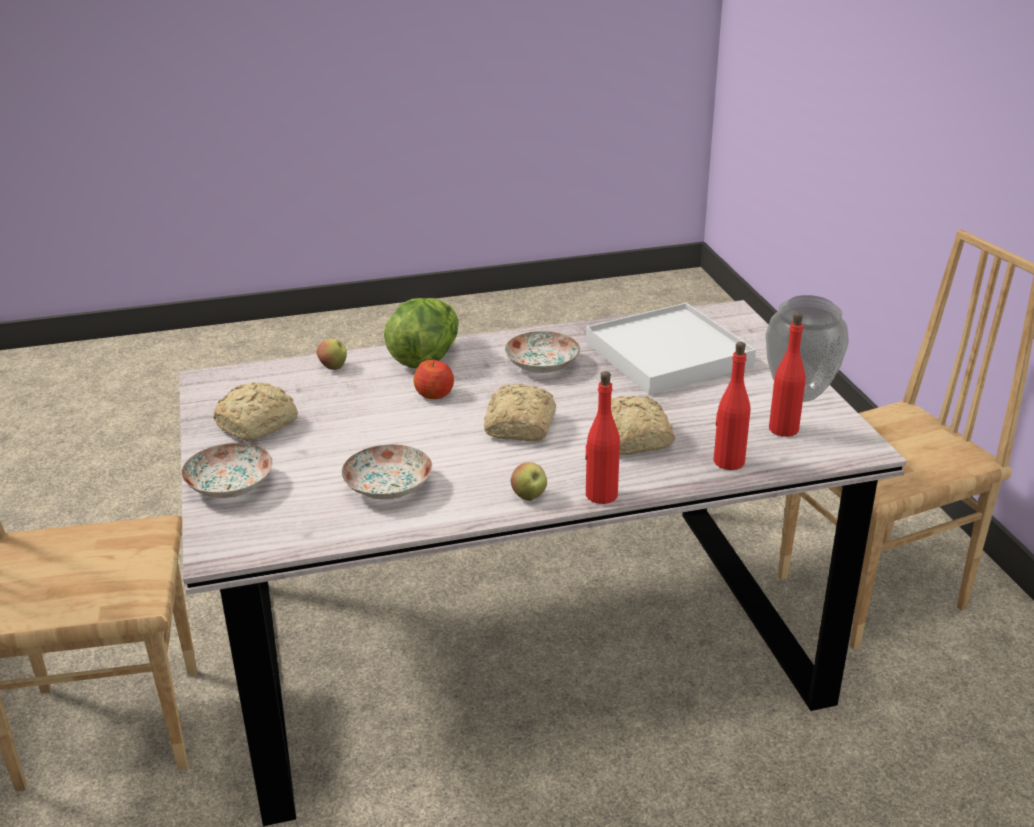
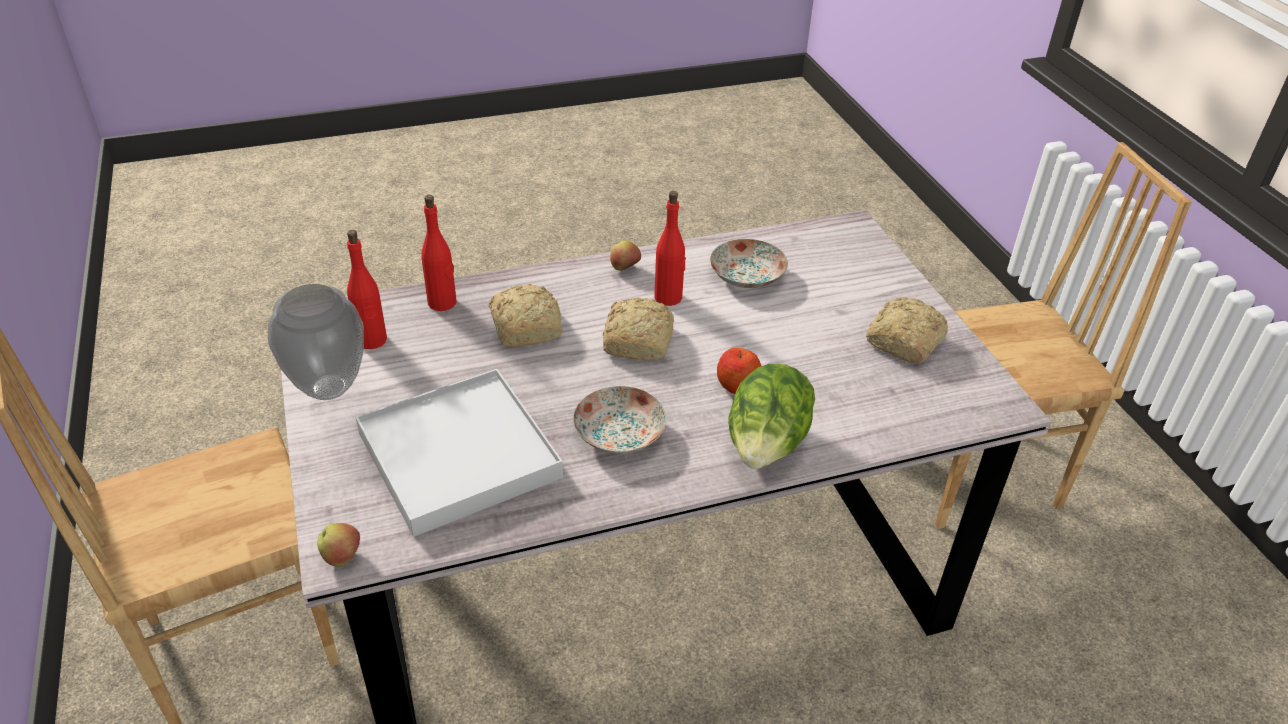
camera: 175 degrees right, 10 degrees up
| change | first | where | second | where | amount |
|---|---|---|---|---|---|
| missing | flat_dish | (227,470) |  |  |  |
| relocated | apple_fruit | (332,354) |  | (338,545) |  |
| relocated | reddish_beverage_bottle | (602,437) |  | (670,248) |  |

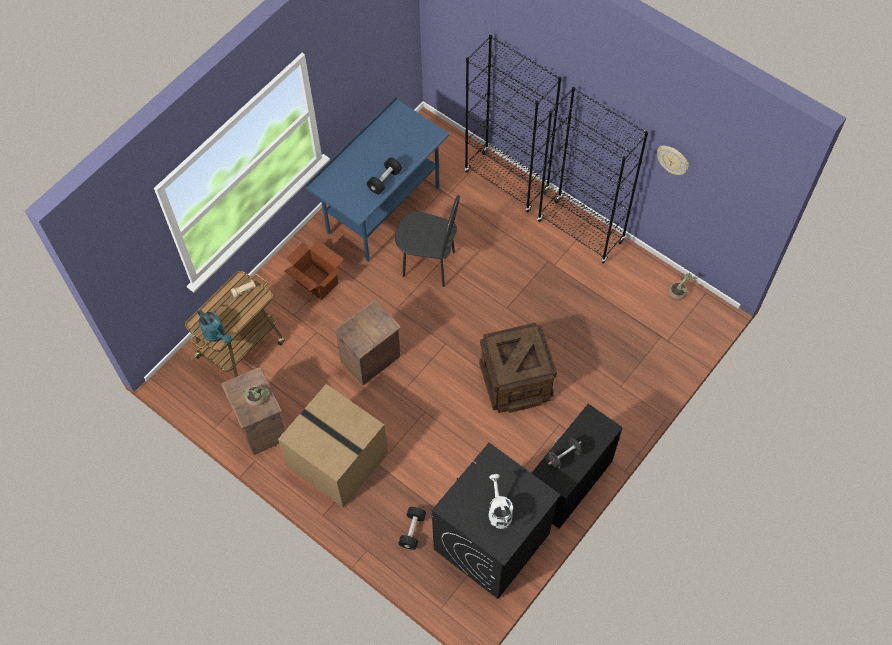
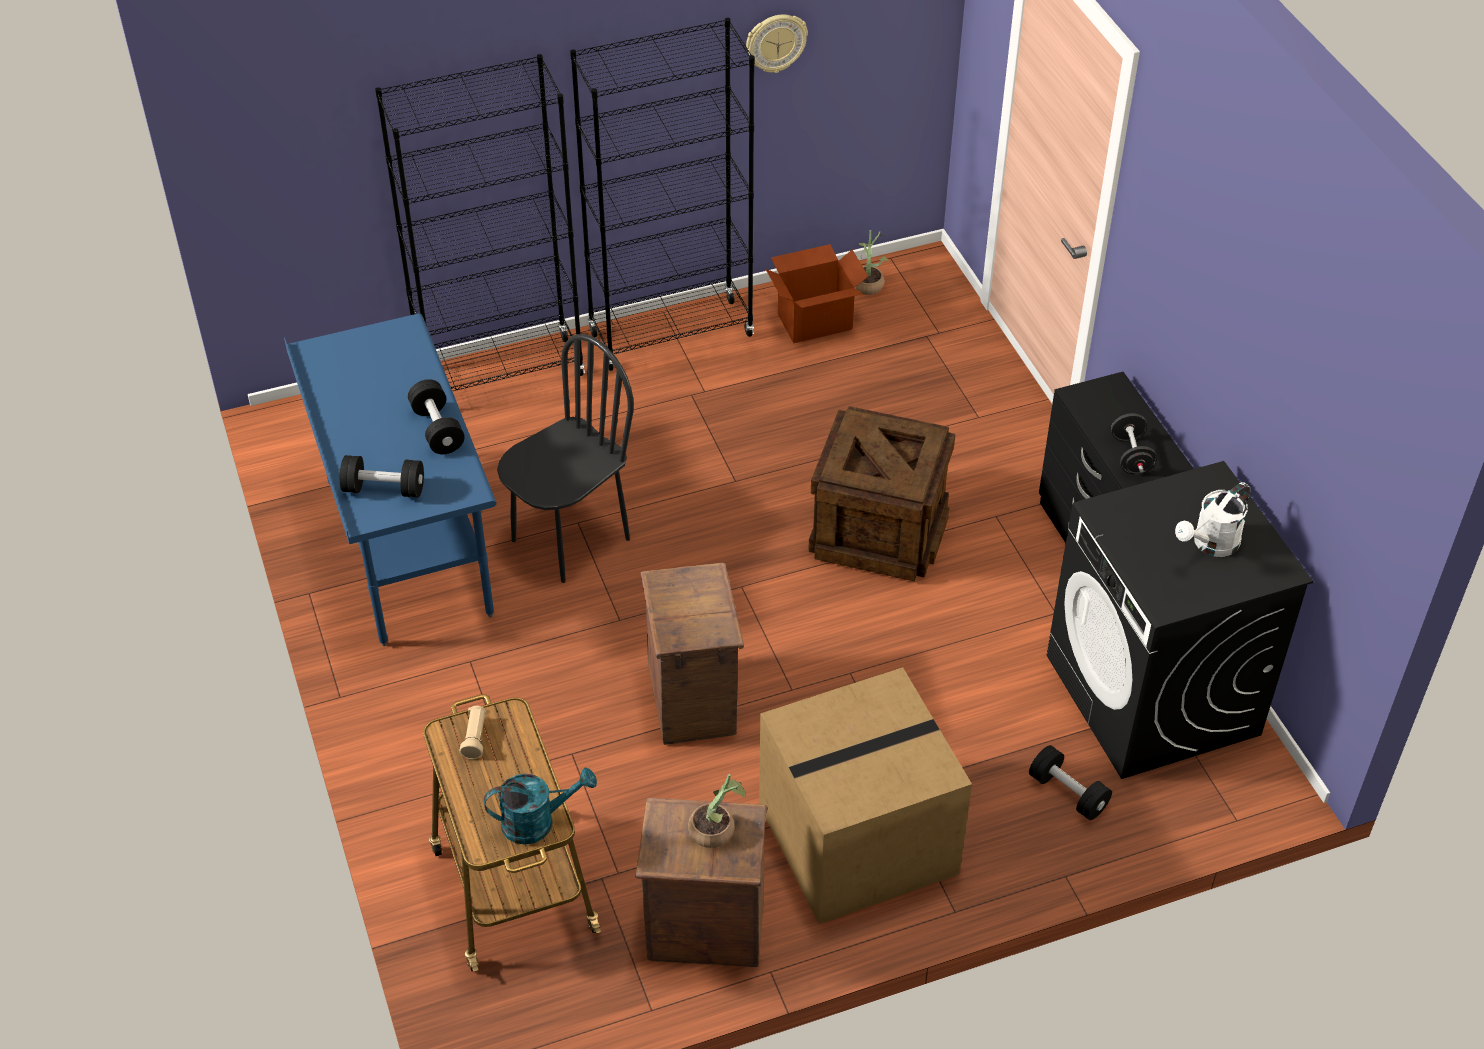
camera: 60 degrees left, 15 degrees down
| change | first | where | second | where | amount |
|---|---|---|---|---|---|
| relocated | carton | (314,270) |  | (817,293) |  |
| spun | white_watering_pot | (500,501) |  | (1213,519) | 60 degrees counterclockwise |
| appeared |  |  | black-coloured_dumbbell | (382,476) |  |

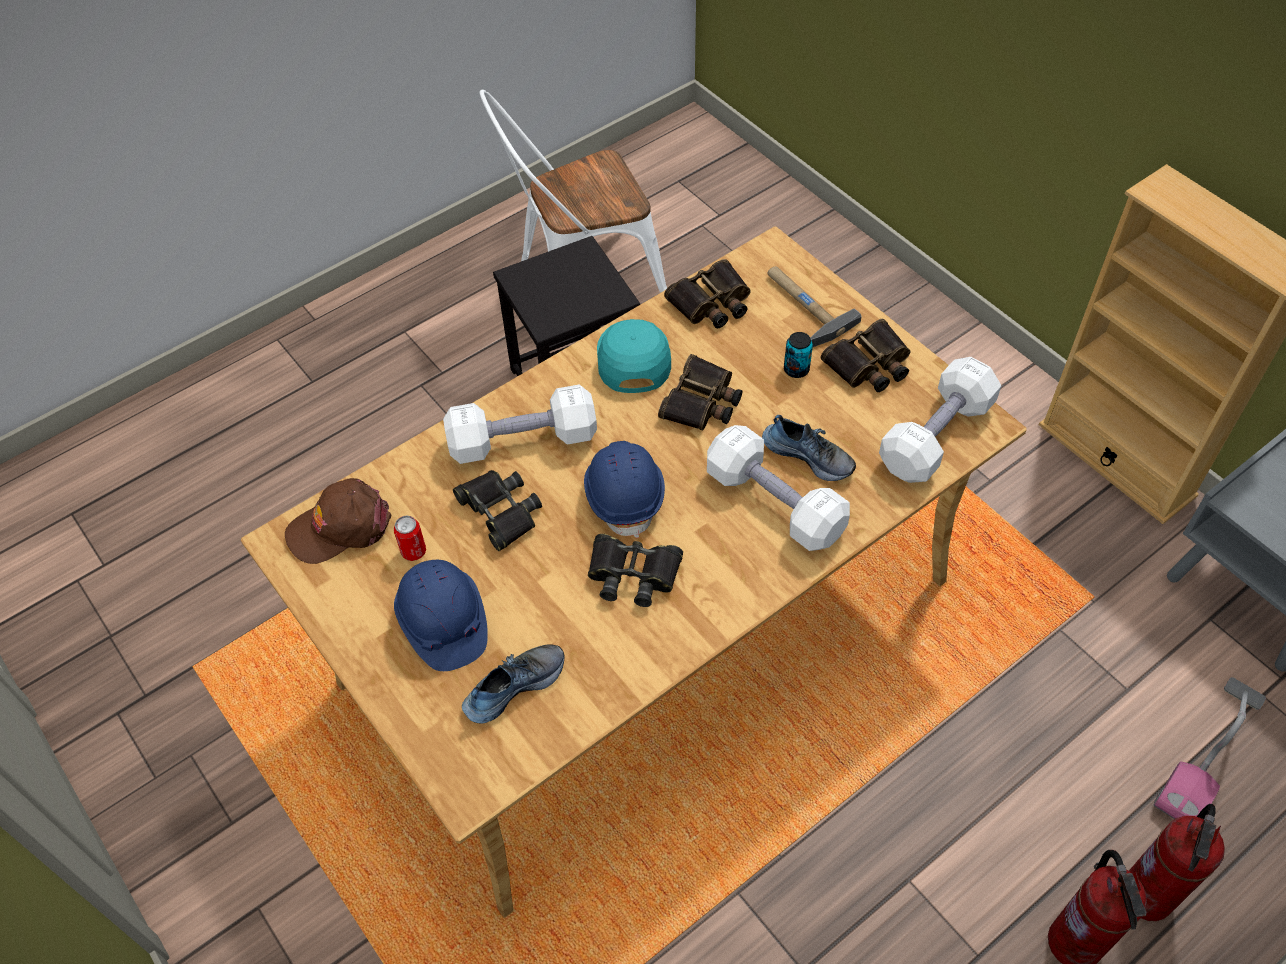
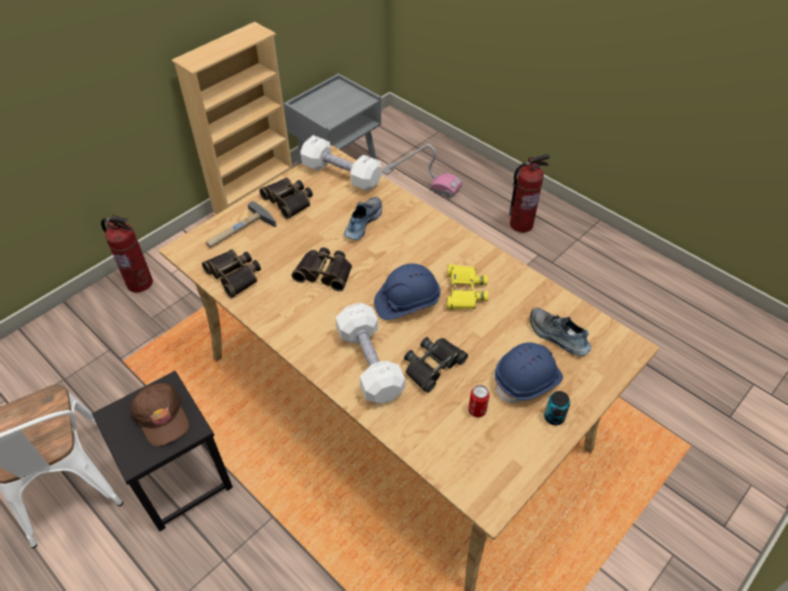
camera: 100 degrees left, 5 degrees down
| change | first | where | second | where | amount |
|---|---|---|---|---|---|
| relocated | brown-coloured_cap | (338,521) |  | (159,414) |  |
| colour | black-coloured_binoculars | (635,570) | yellow_binoculars | (467,287) |  |
| missing | turquoise-coloured_cap | (634,356) |  |  |  |
| missing | white_dumbbell | (778,488) |  |  |  |
| relocated | metal_can | (798,355) |  | (557,408) |  |
| relocated | fire-fighting_cylinder | (1177,862) |  | (127,253) |  |

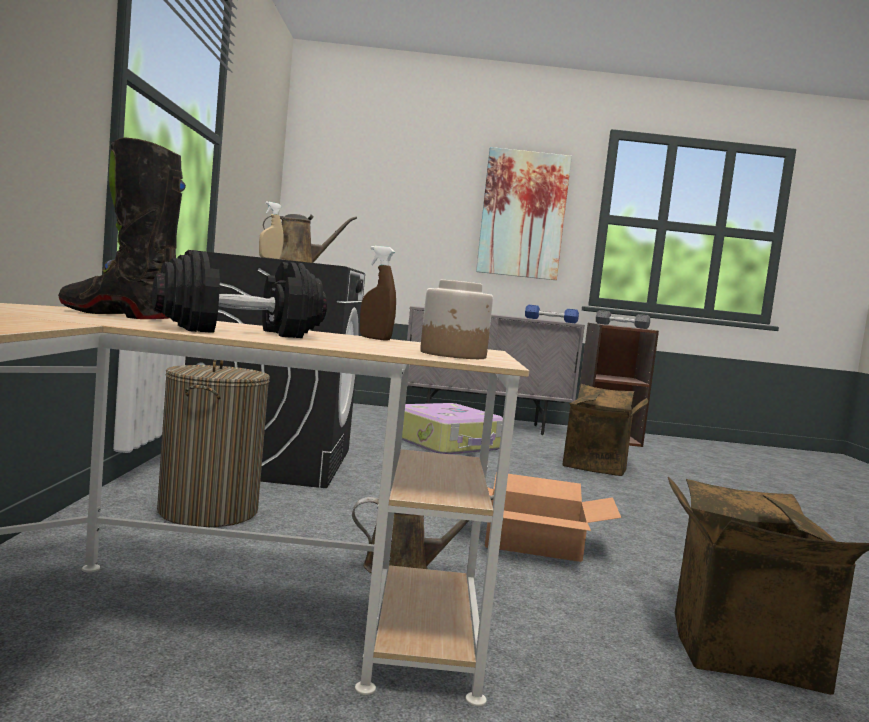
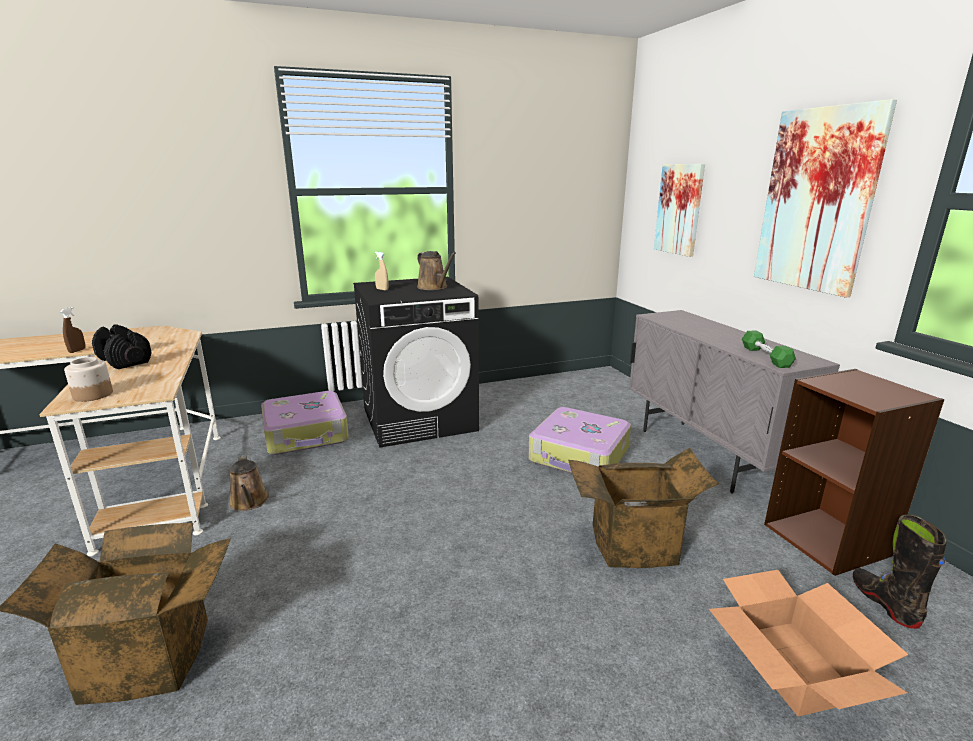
camera: 70 degrees right, 15 degrees up
| change | first | where | second | where | amount |
|---|---|---|---|---|---|
| relocated | black-coloured_boot | (122,228) |  | (900,571) |  |
| exchanged | laundry_basket | (213,443) | suitcase | (305,423) |  |
| relocated | brown-coloured_spray_bottle | (378,293) |  | (72,330) |  |
| relocated | carton | (553,517) |  | (809,643) |  |
| colour | blue-coloured_dumbbell | (552,314) | greenish_dumbbell | (769,349) |  |
| missing | gray_dumbbell | (623,319) |  |  |  |
| appeared |  |  | wall_art | (679,210) |  |

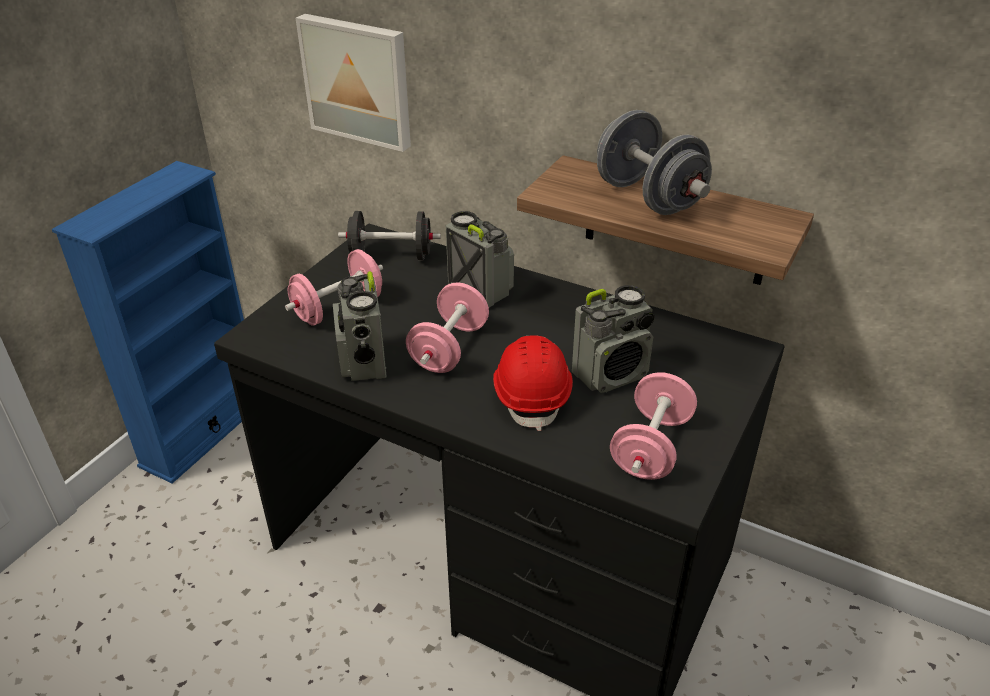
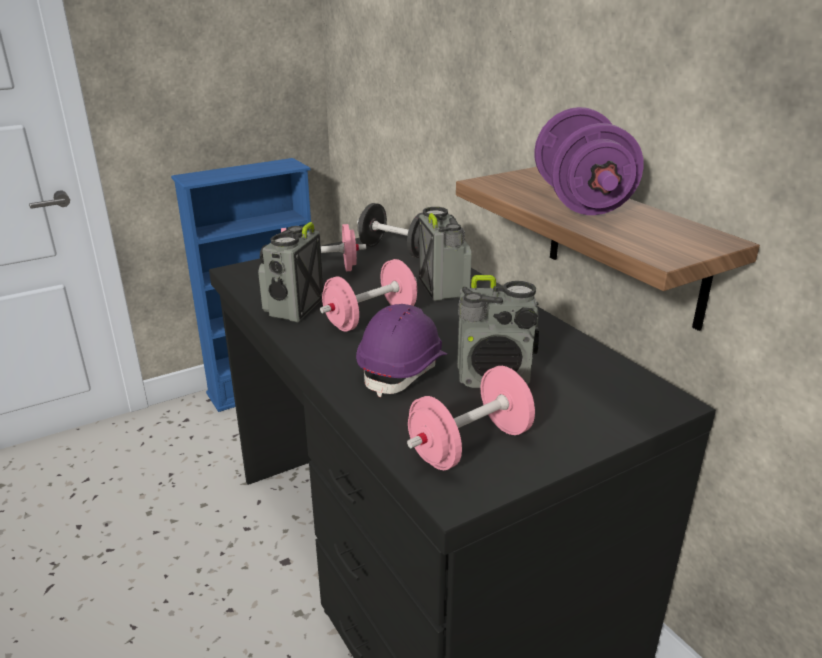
camera: 30 degrees right, 10 degrees down
| change | first | where | second | where | amount |
|---|---|---|---|---|---|
| missing | wall_art | (353,83) |  |  |  |
| colour | reddish_hard_hat | (533,383) | purple_hard_hat | (401,350) |  |
| colour | gray_dumbbell | (654,162) | purple_dumbbell | (589,161) |  |

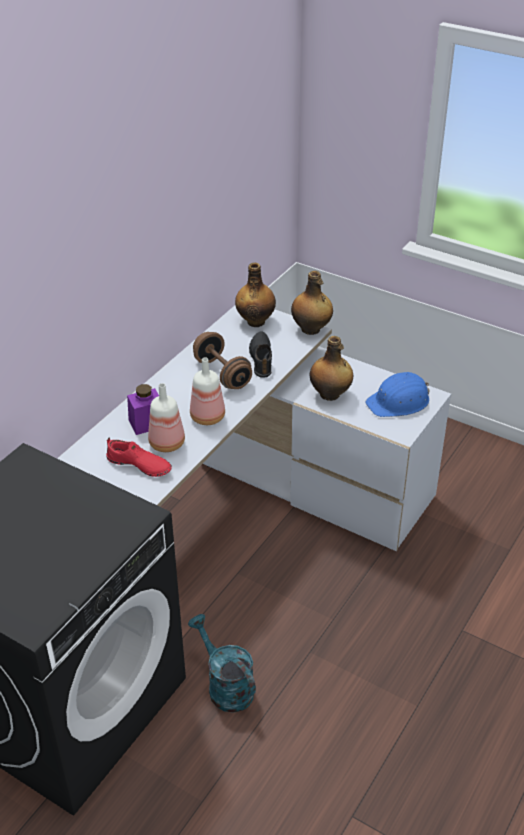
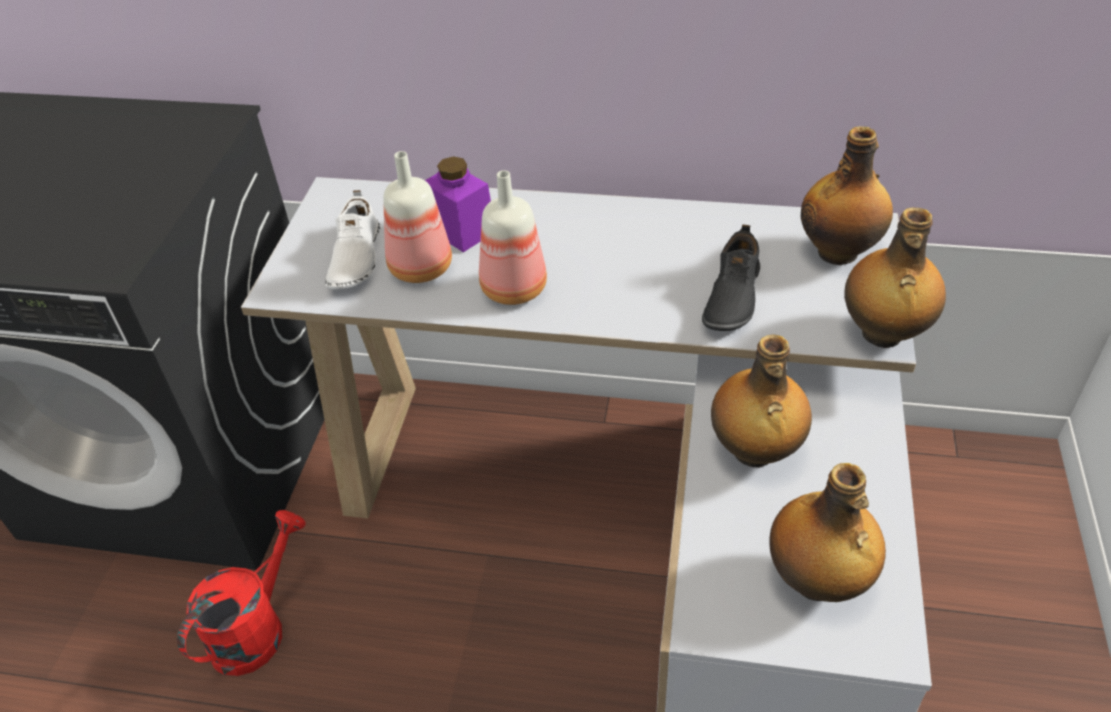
camera: 70 degrees right, 5 degrees up
| change | first | where | second | where | amount |
|---|---|---|---|---|---|
| colour | reddish_item_of_footwear | (139,457) | white_item_of_footwear | (352,239) |  |
| colour | turquoise-coloured_watering_pot | (222,663) | reddish_watering_pot | (241,593) |  |
| missing | brown-coloured_dumbbell | (222,360) |  |  |  |
| spun | black-coloured_item_of_footwear | (260,354) |  | (731,278) | 135 degrees clockwise |
| exchanged | blue-coloured_hard_hat | (398,394) | beverage_bottle | (827,532) |  |

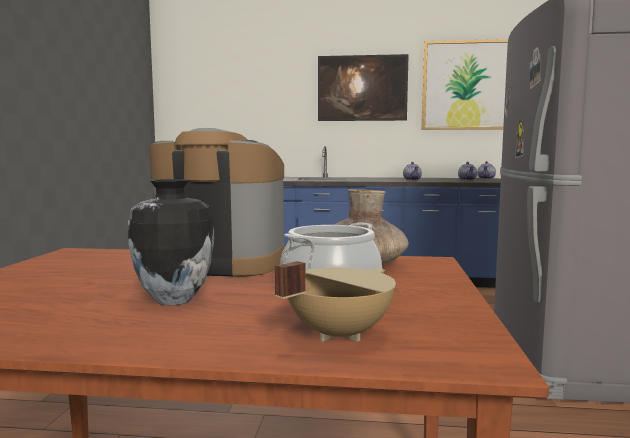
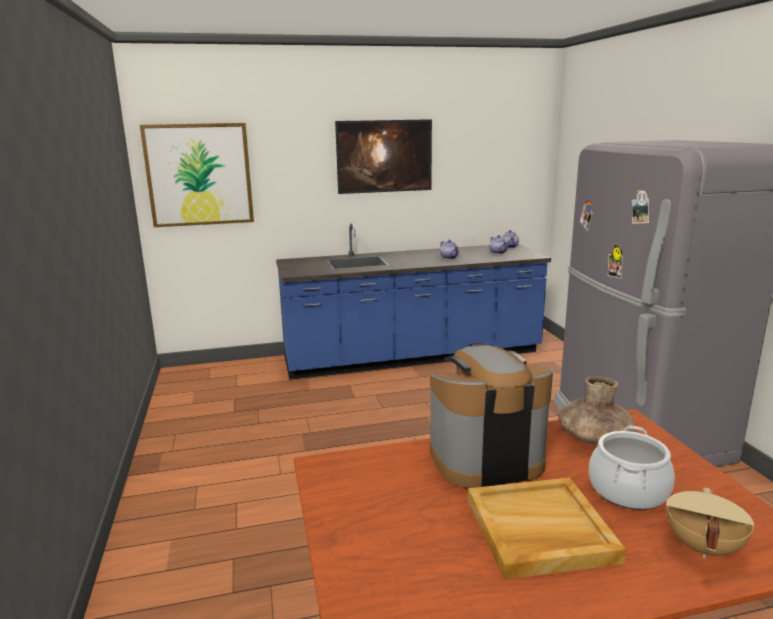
camera: 20 degrees left, 10 degrees up
| change | first | where | second | where | amount |
|---|---|---|---|---|---|
| exchanged | vase | (171,242) | beige_serving_tray | (547,528) |  |
| relocated | wall_art | (464,84) |  | (197,175) |  |

